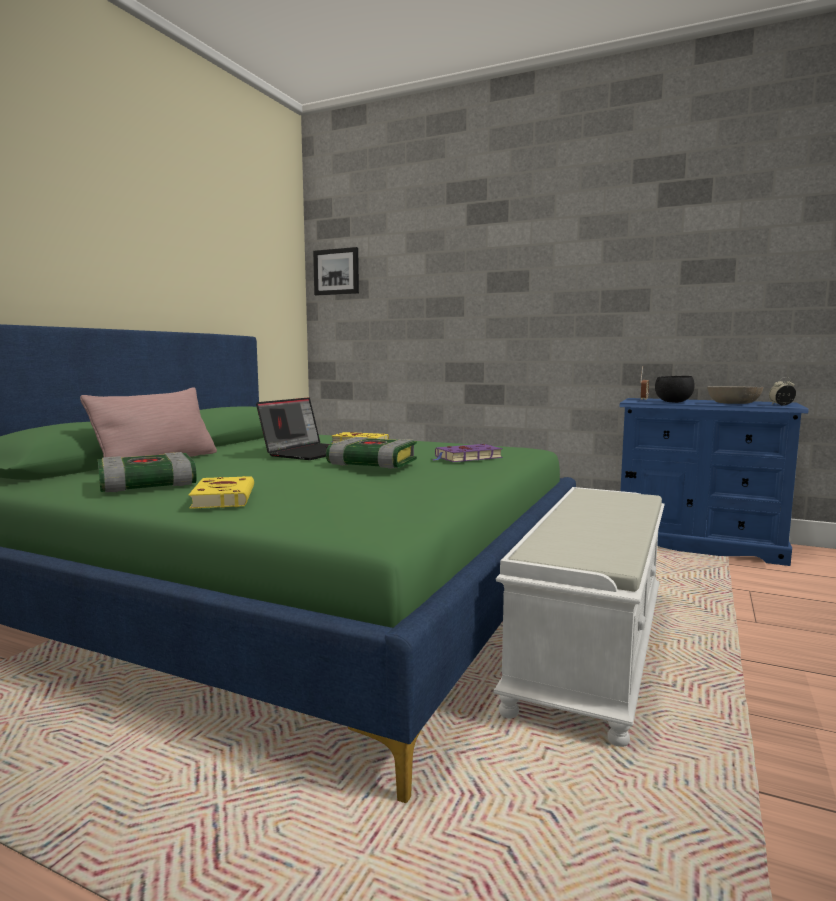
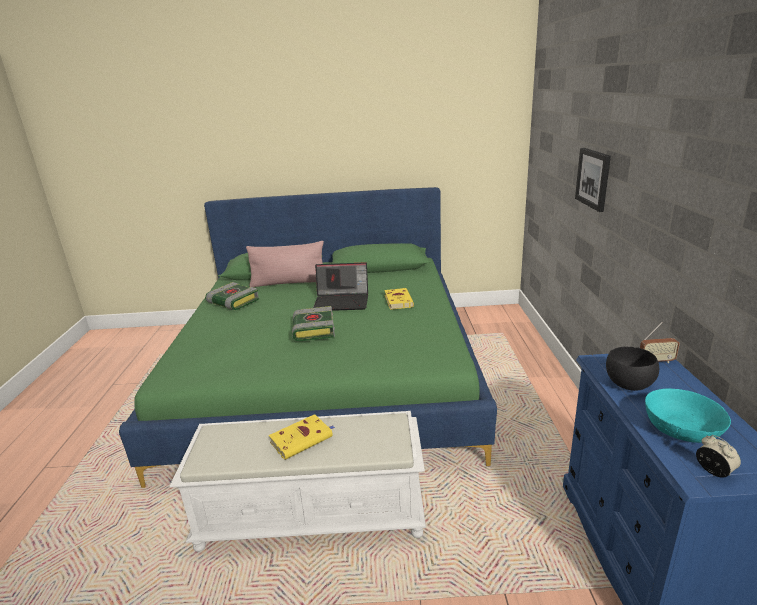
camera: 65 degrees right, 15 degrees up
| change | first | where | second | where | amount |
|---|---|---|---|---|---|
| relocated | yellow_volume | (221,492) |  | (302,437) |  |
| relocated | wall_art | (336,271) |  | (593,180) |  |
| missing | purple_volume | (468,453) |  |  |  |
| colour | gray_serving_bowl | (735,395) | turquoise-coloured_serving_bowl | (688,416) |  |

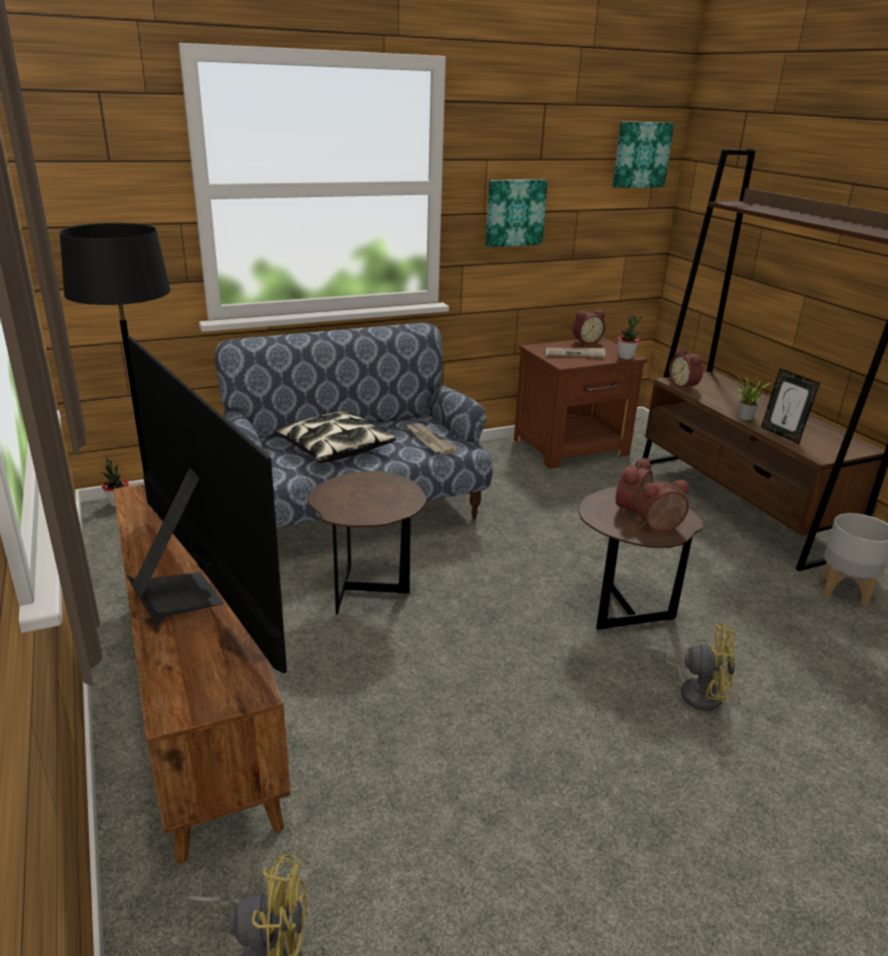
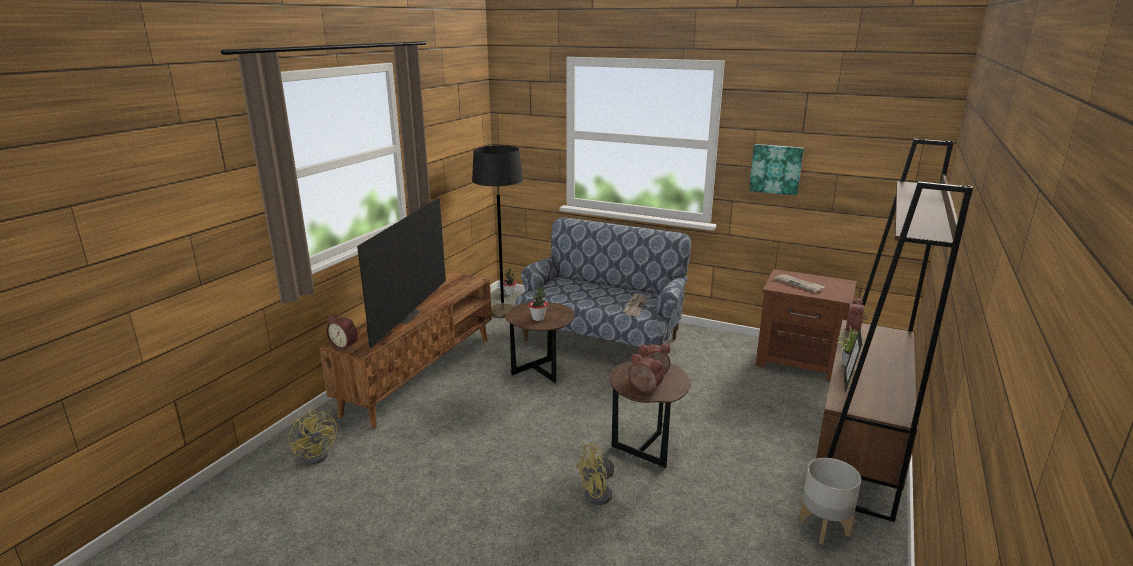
camera: 50 degrees right, 5 degrees down
| change | first | where | second | where | amount |
|---|---|---|---|---|---|
| missing | cushion | (334,437) |  |  |  |
| relocated | bedside_clock | (589,327) |  | (342,332) |  |
| missing | wall_art | (643,155) |  |  |  |
| relocated | potted_plant | (629,337) |  | (538,303) |  |
| spun | yellow_electric_fan | (687,667) |  | (613,476) | 90 degrees clockwise |

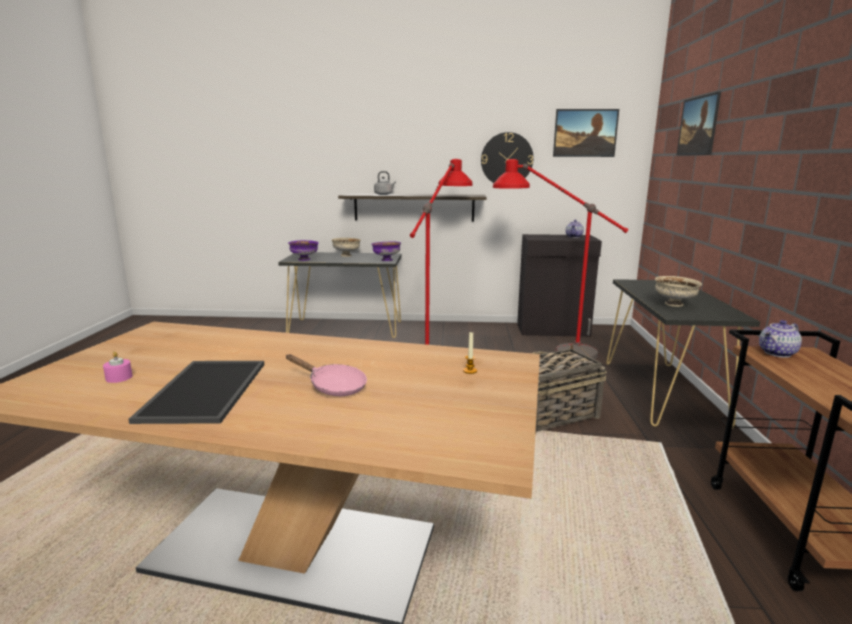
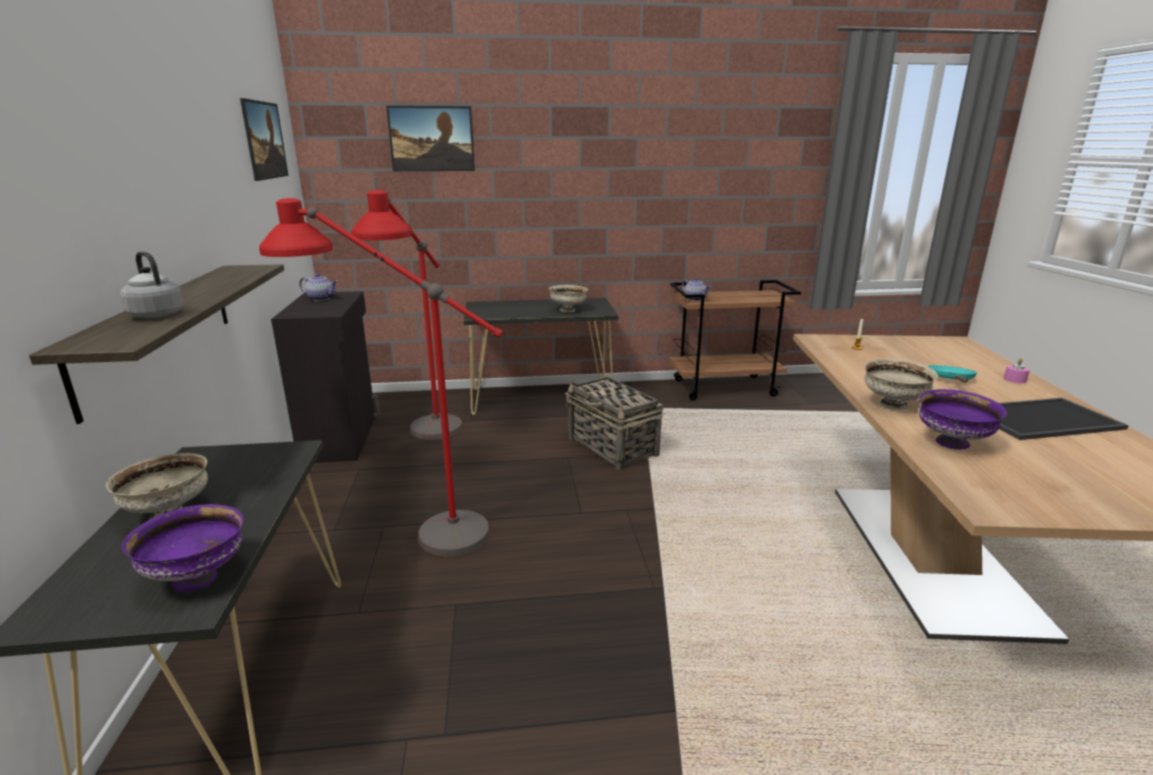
camera: 100 degrees left, 5 degrees up
| change | first | where | second | where | amount |
|---|---|---|---|---|---|
| relocated | pink-coloured_wax_candle | (118,367) |  | (1017,370) |  |
| colour | pink-coloured_skillet | (326,375) | turquoise-coloured_skillet | (952,374) |  |
| relocated | purple_serving_bowl | (386,251) |  | (963,419) |  |
| missing | hanging_clock | (507,157) |  |  |  |
| appeared |  |  | beige_serving_bowl | (901,384) |  |

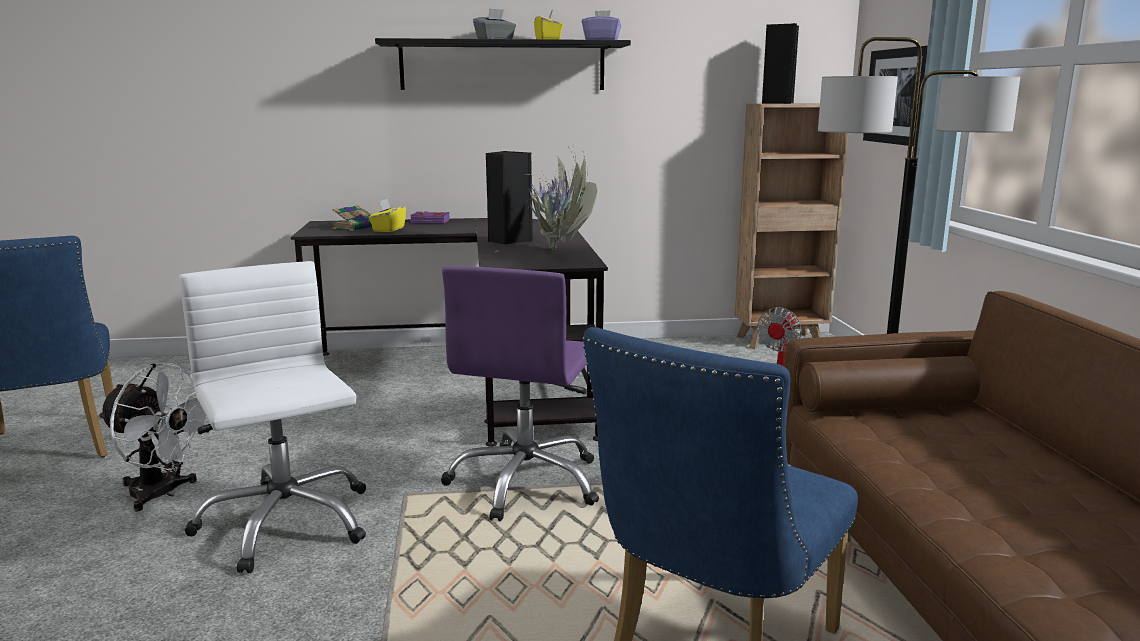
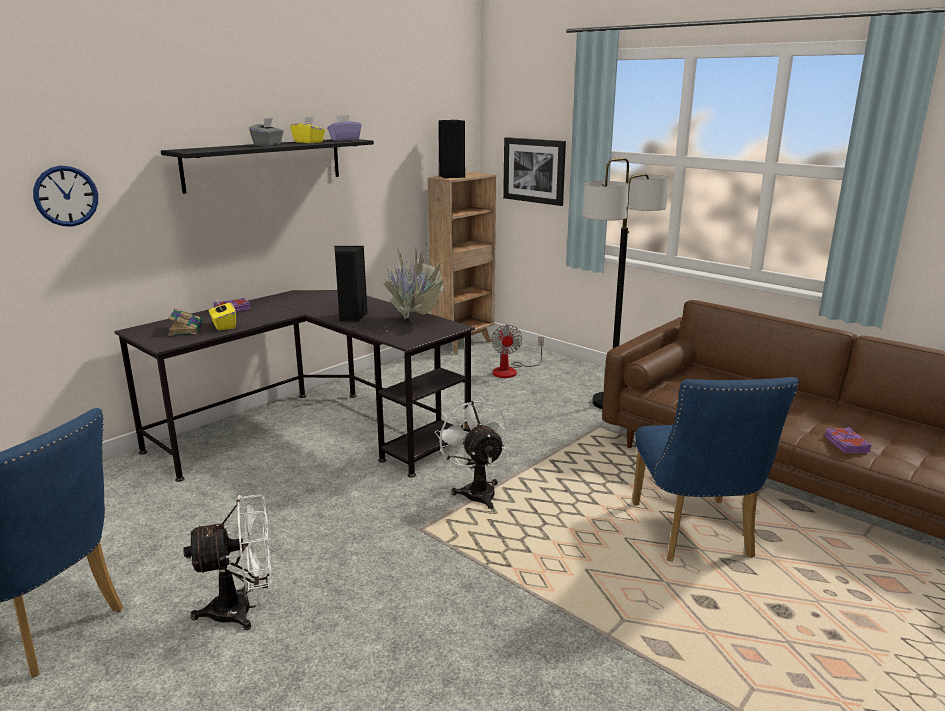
camera: 40 degrees left, 5 degrees up
| change | first | where | second | where | amount |
|---|---|---|---|---|---|
| missing | white_office_chair | (272,417) |  |  |  |
| exchanged | purple_office_chair | (520,393) | white_electric_fan | (470,452) |  |
| appeared |  |  | hanging_clock | (65,196) |  |
| appeared |  |  | purple_volume | (848,440) |  |

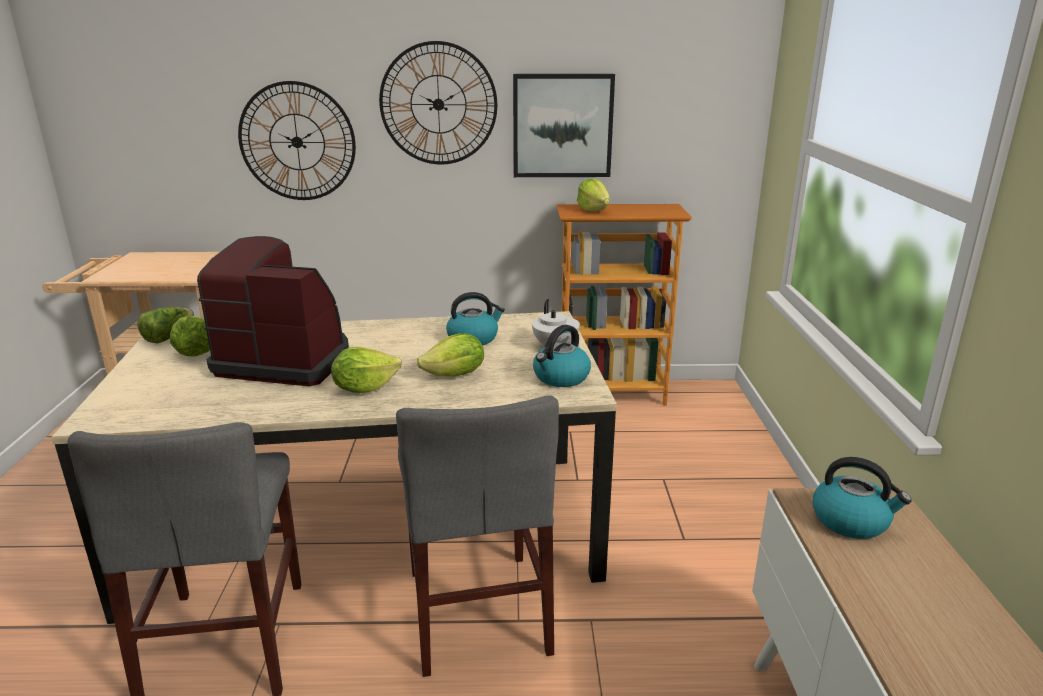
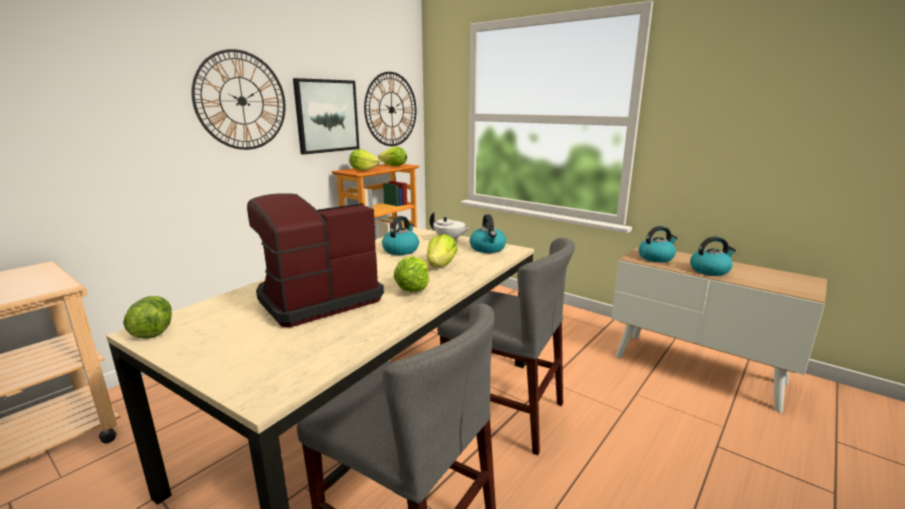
camera: 50 degrees left, 5 degrees down
| change | first | where | second | where | amount |
|---|---|---|---|---|---|
| relocated | lettuce_head | (190,336) |  | (392,156) |  |
| relocated | hanging_clock | (297,140) |  | (390,109) |  |
| appeared |  |  | kettle | (713,256) |  |

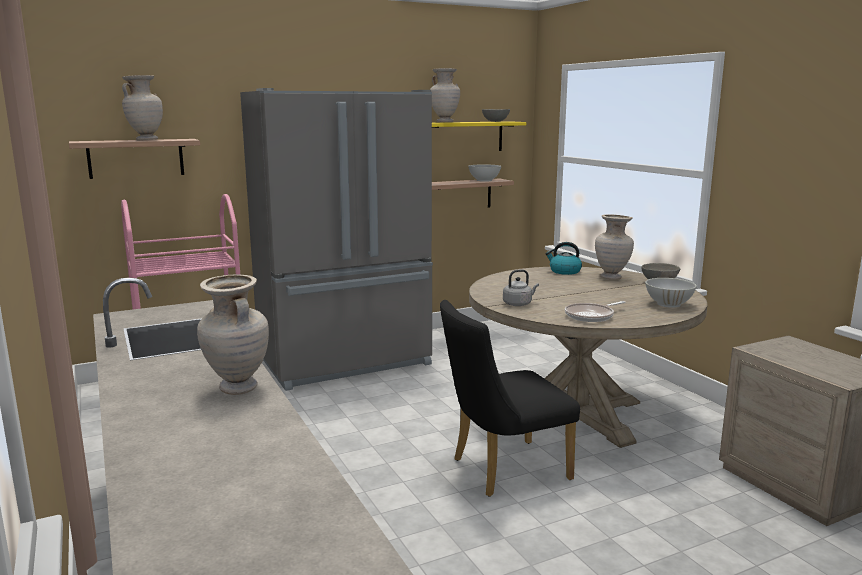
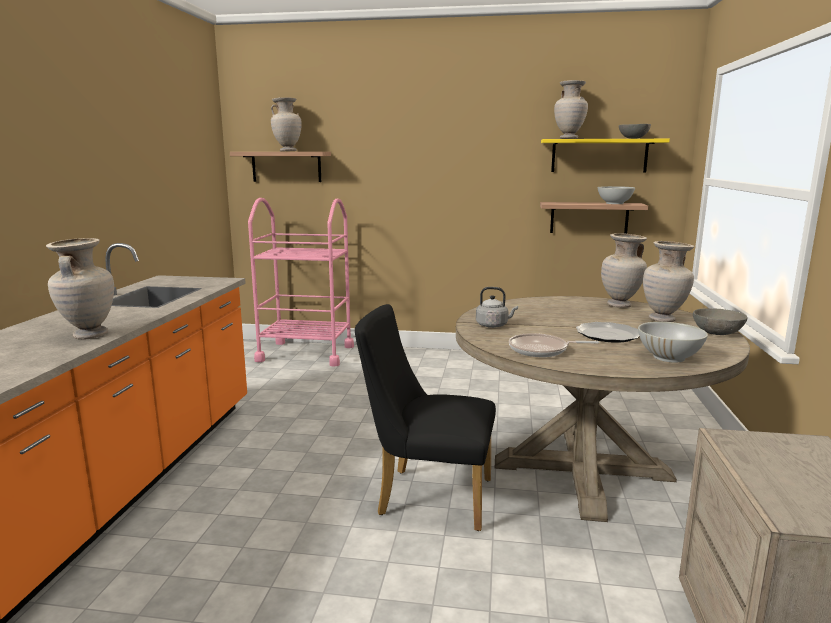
camera: 35 degrees right, 0 degrees up
| change | first | where | second | where | amount |
|---|---|---|---|---|---|
| missing | gray_fridge | (336,239) |  |  |  |
| exchanged | kettle | (563,258) | beige_vase | (624,270) |  |
| appeared |  |  | flat_dish | (607,332) |  |

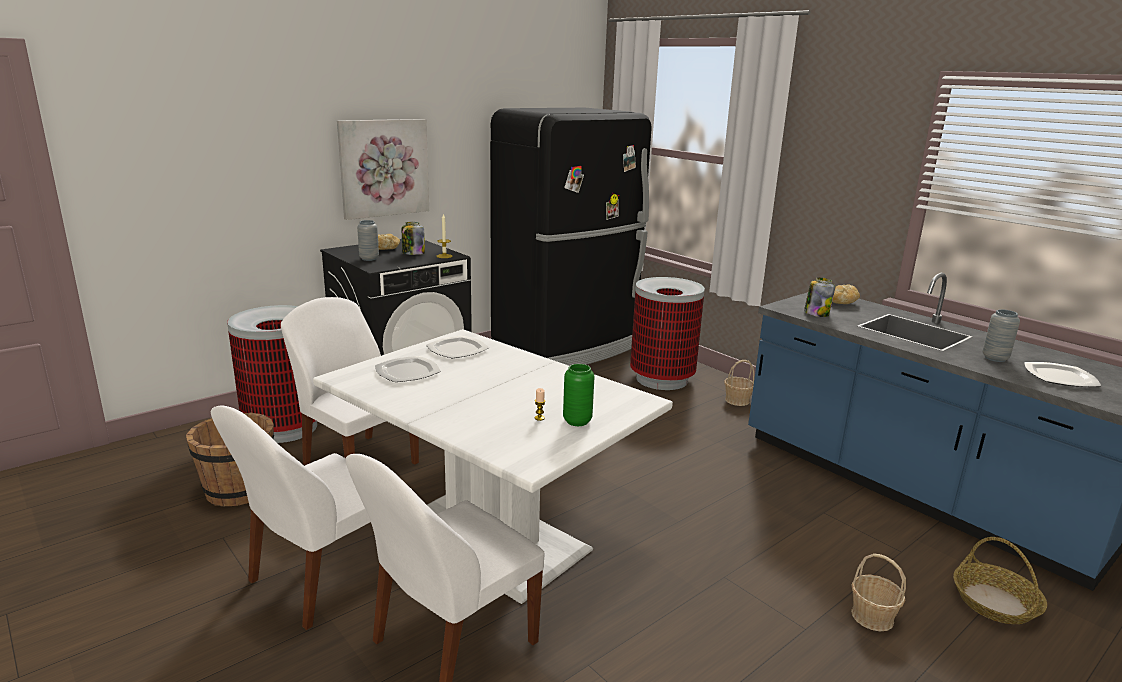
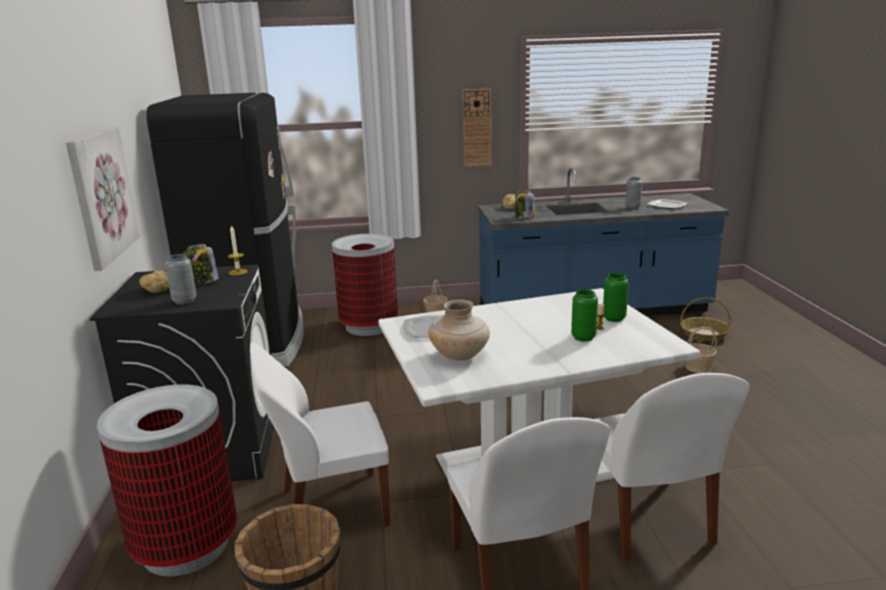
camera: 55 degrees left, 0 degrees up
| change | first | where | second | where | amount |
|---|---|---|---|---|---|
| exchanged | flat_dish | (408,369) | beige_vase | (459,330) |  |
| appeared |  |  | hanging_clock | (476,127) |  |
| appeared |  |  | greenish_vase | (584,315) |  |

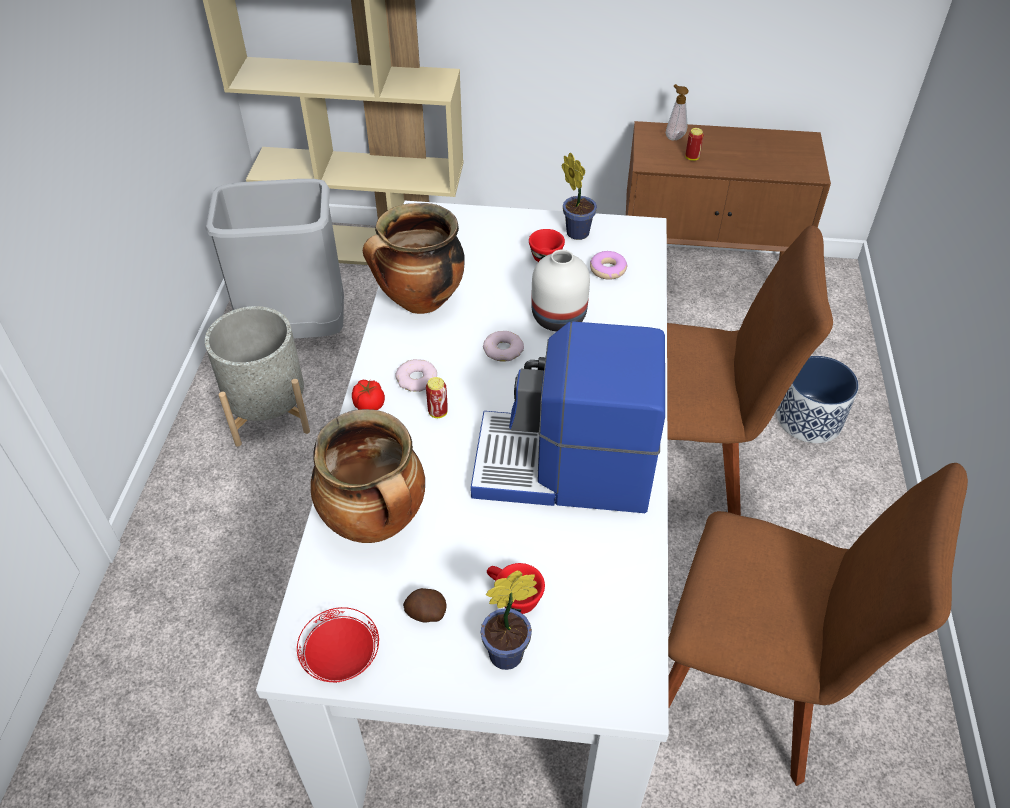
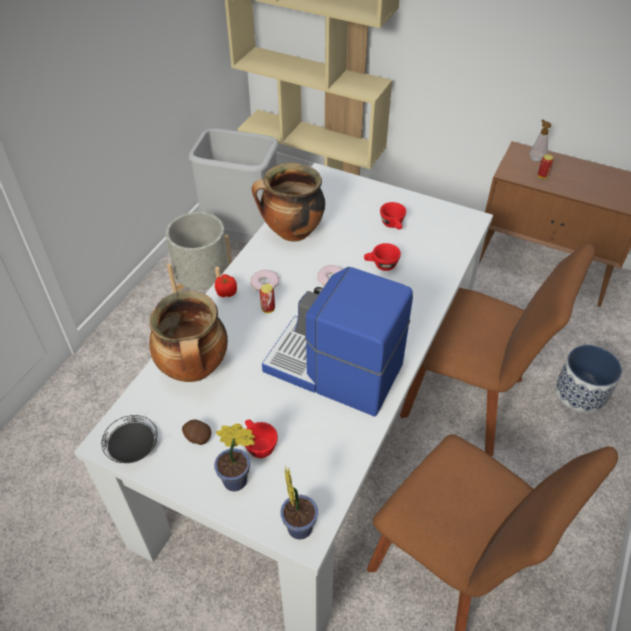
camera: 20 degrees right, 0 degrees up
| change | first | where | second | where | amount |
|---|---|---|---|---|---|
| colour | reddish_flat_dish | (338,645) | black-coloured_flat_dish | (130,439) |  |
| exchanged | white_vase | (560,291) | reddish_drinking_cup | (382,257) |  |
| relocated | potted_plant | (579,196) |  | (299,503) |  |
| missing | donut | (609,265) |  |  |  |

